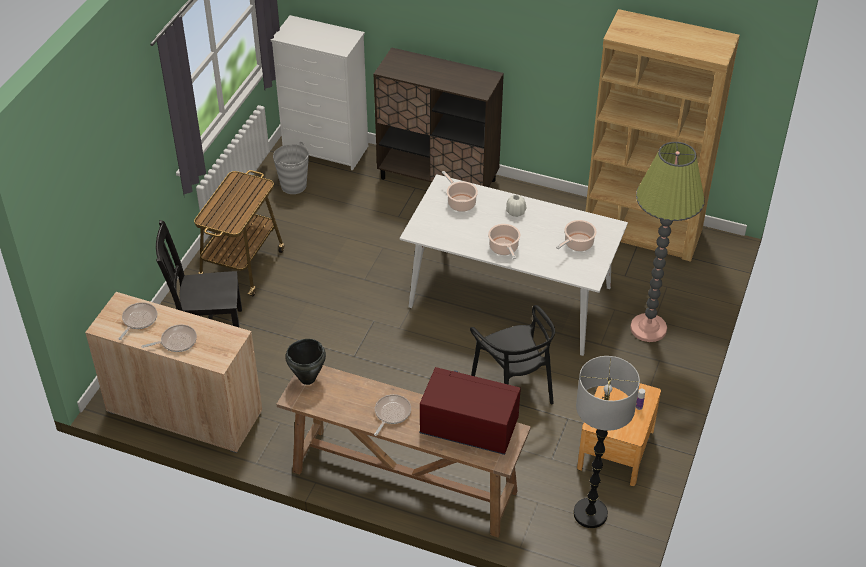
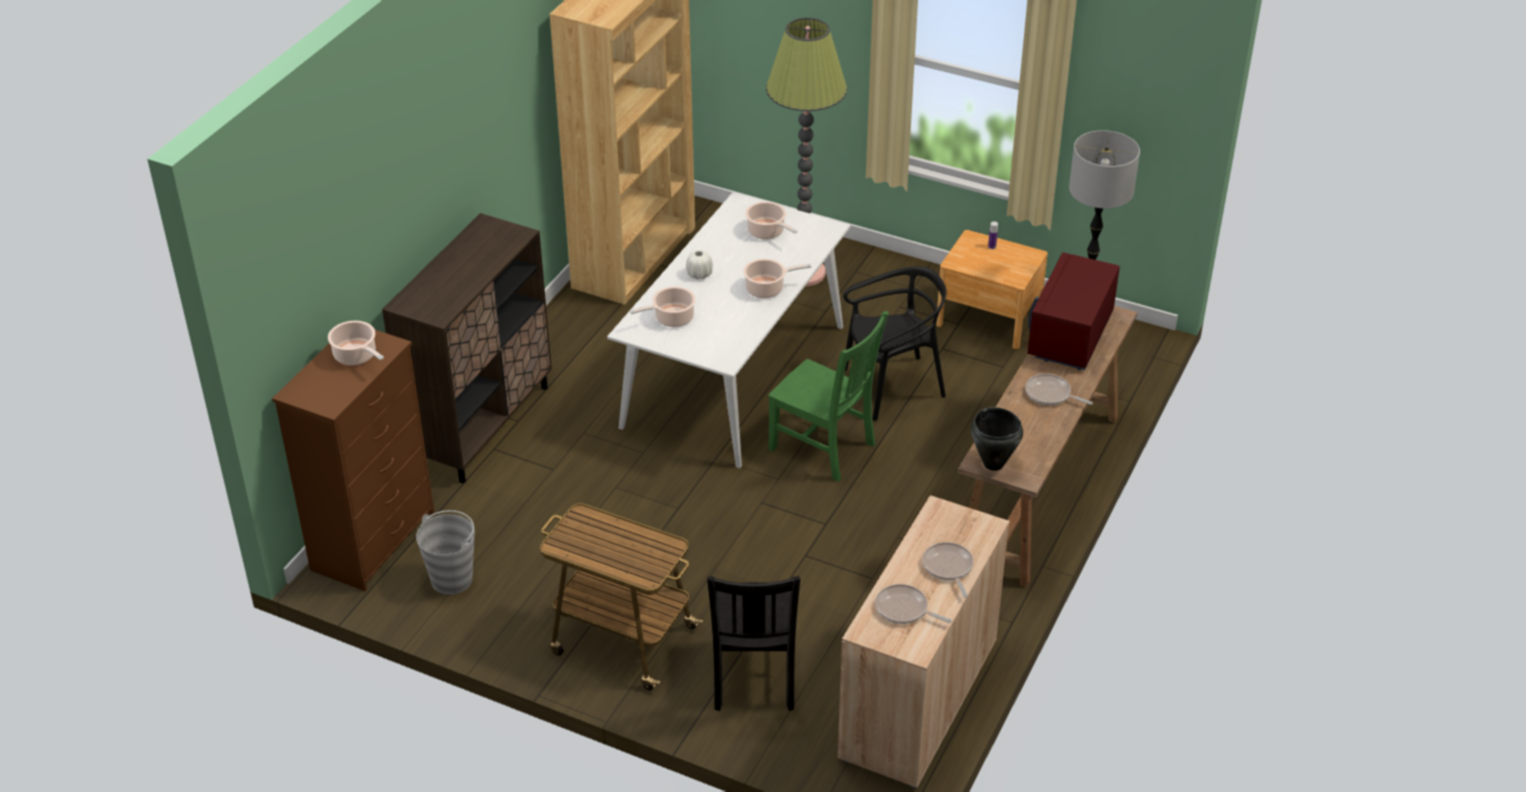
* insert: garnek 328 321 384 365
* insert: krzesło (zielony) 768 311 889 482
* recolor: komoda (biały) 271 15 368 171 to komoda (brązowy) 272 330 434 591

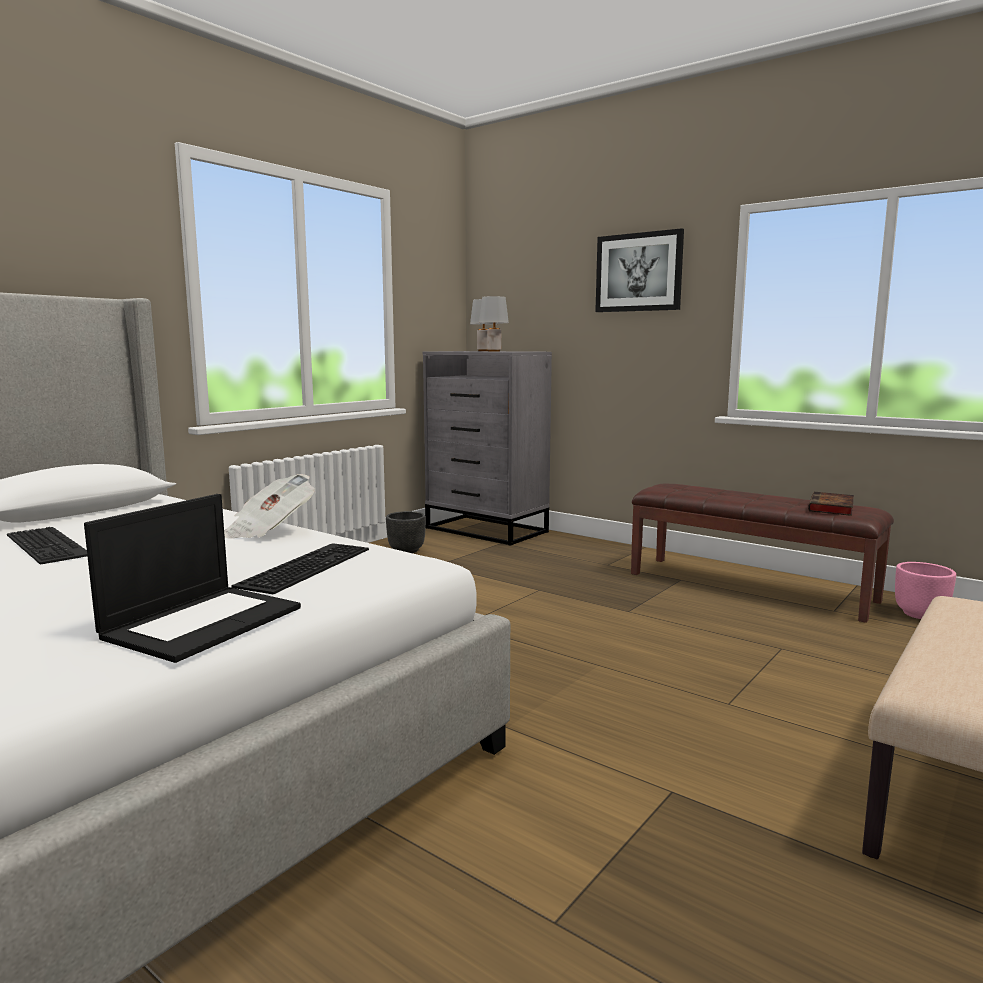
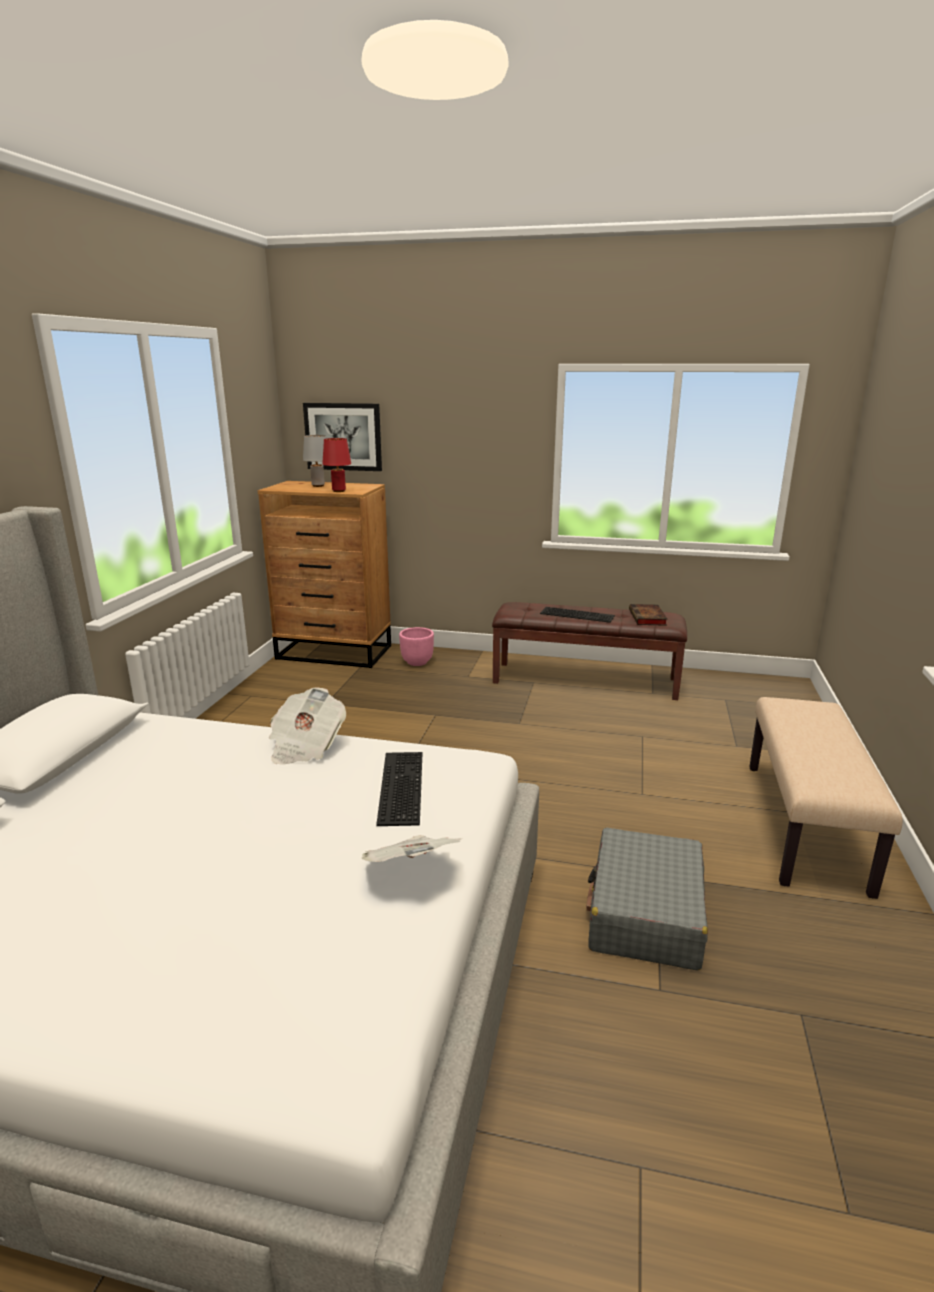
* delete: donica (czarny) 386 511 426 553
* insert: walizka (szary) 586 828 708 971
* move: klawiatura 7 527 87 565 to 540 607 615 623
* move: obraz 595 228 684 312 to 303 403 382 471
* move: donica (różowy) 895 562 956 619 to 399 627 434 666
* replace: laptop 84 494 301 663 to gazeta 361 835 460 862
* recolor: komoda (szary) 423 351 552 546 to komoda (brązowy) 258 481 391 668
* recolor: lampa stołowa (szary) 479 296 509 352 to lampa stołowa (czerwony) 322 438 351 492

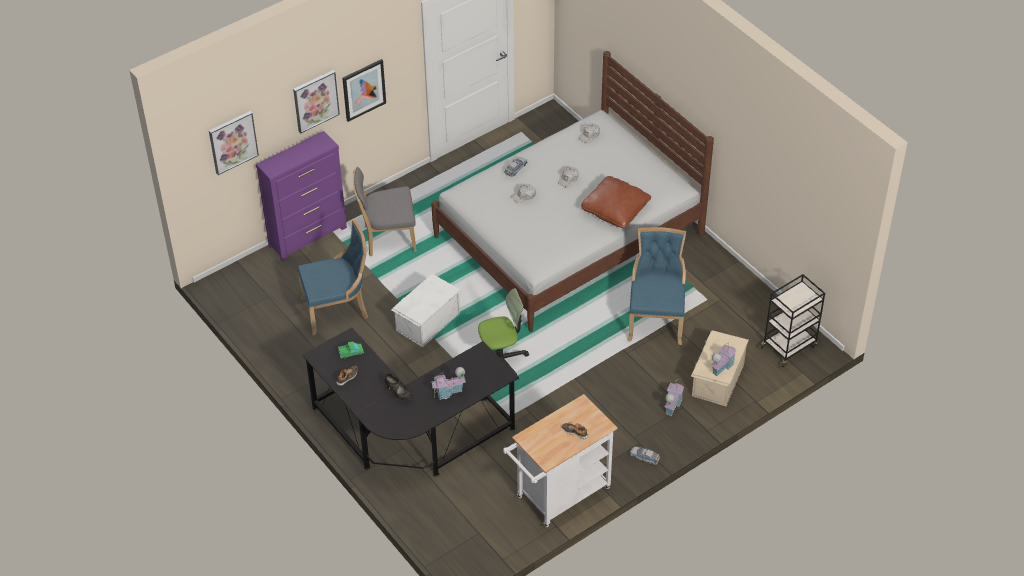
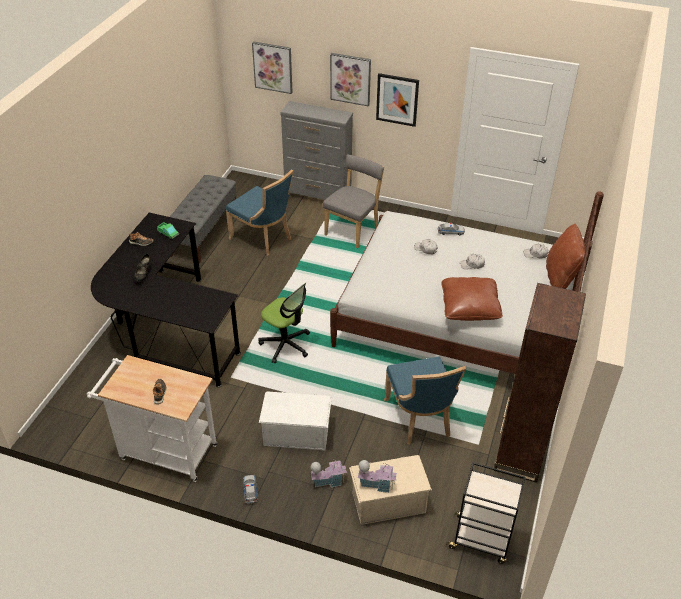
* delete: domek 431 367 466 400
* insert: ławka (szary) 170 175 236 264
* insert: regał (brązowy) 494 283 586 483
* insert: poduszka (brązowy) 546 224 585 289
* move: pojemnik do przechowywania (biały) 391 274 460 347 to 259 391 332 450
* recolor: komoda (fioletowy) 256 131 347 261 to komoda (szary) 280 101 353 200
* rotate: krzesło (szary) 353 167 417 257 = 323 154 384 248 75 degrees clockwise
* rotate: krzesło (niebieski) 628 227 686 345 = 384 356 466 445 105 degrees clockwise

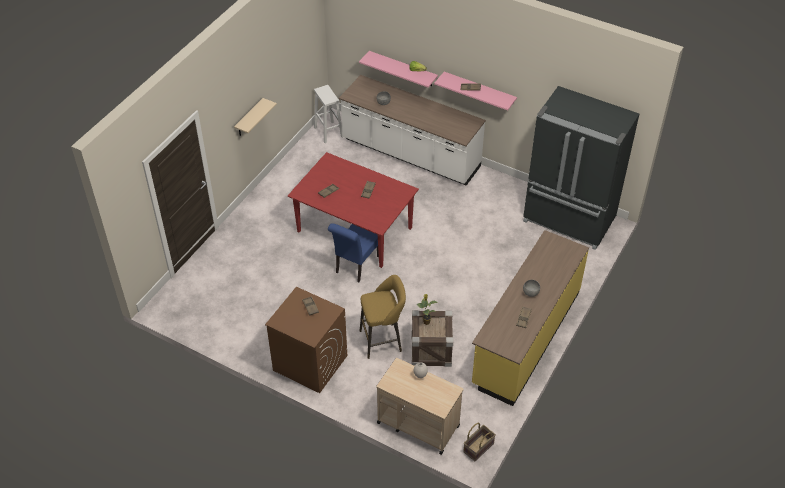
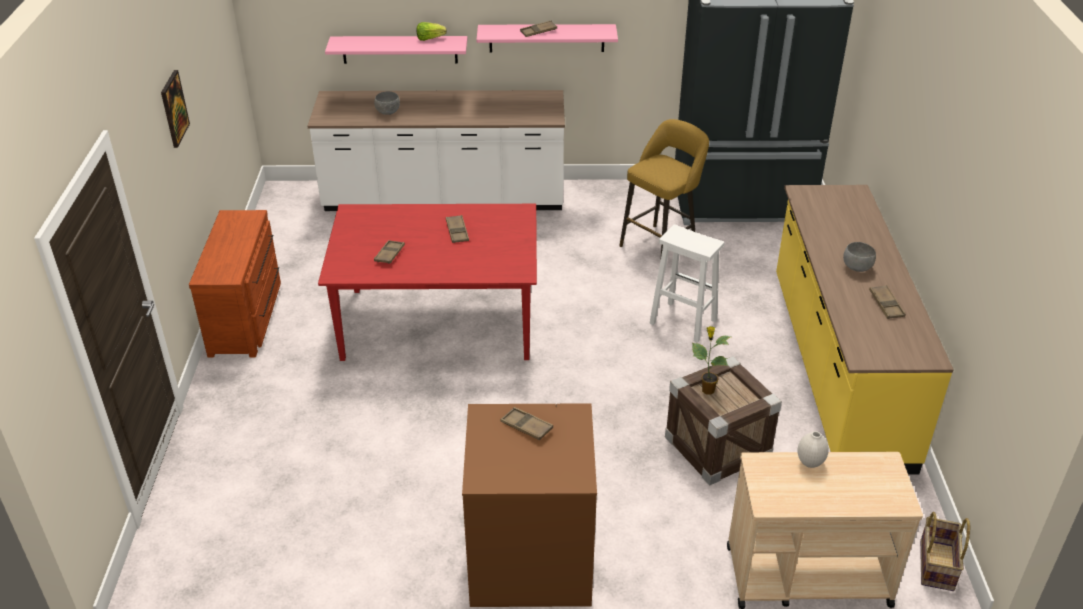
* delete: półka (beżowy) 234 98 277 136
* delete: krzesło (niebieski) 328 223 379 282
* insert: obraz 161 70 190 148
* insert: komoda (brązowy) 189 210 281 358
* move: stołek (biały) 314 85 343 143 to 649 225 725 343
* move: stołek (żółty) 359 275 406 359 to 619 119 709 261

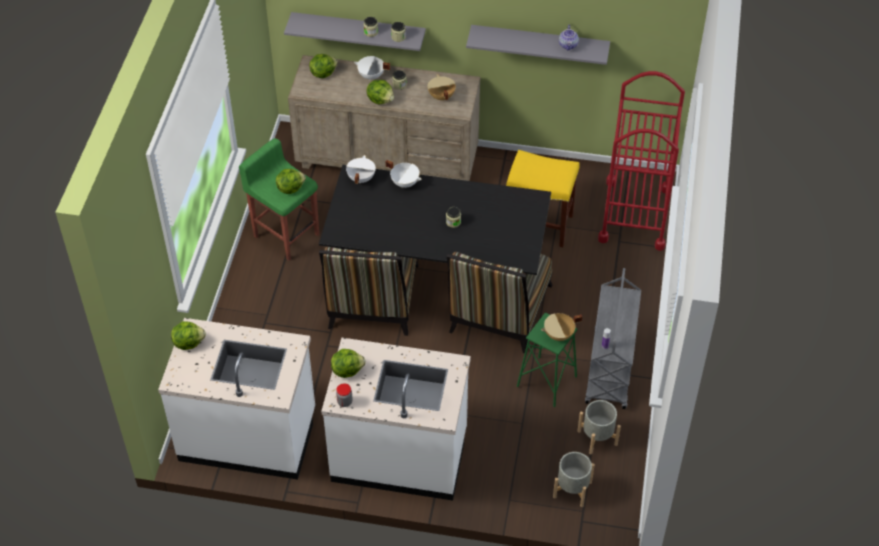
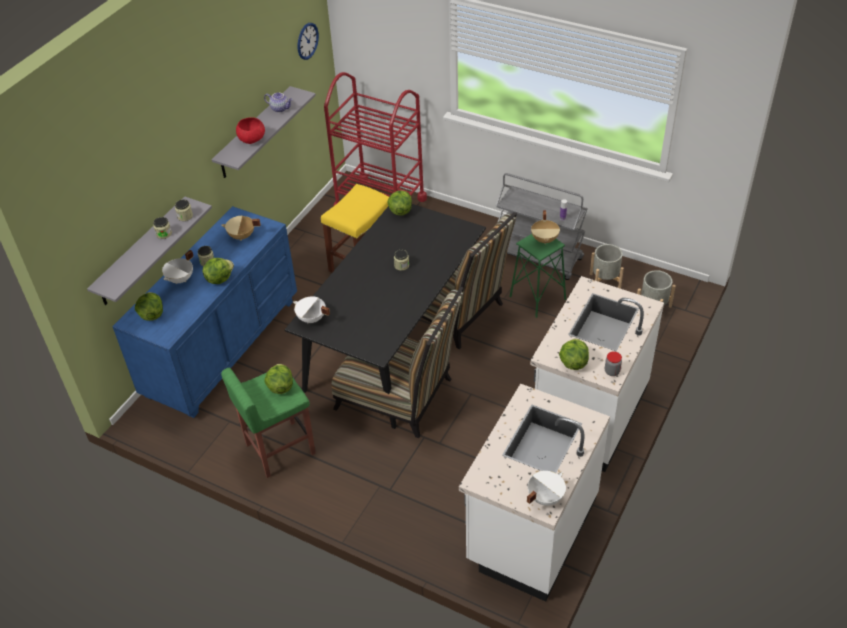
* insert: miska (czerwony) 236 117 265 144
* insert: zegar ścienny 297 23 319 60
* move: sałata 171 321 206 350 to 387 190 412 216
* move: garnek (biały) 386 160 421 188 to 527 471 566 506
* recolor: komoda (beżowy) 288 55 481 181 to komoda (niebieski) 112 206 297 418

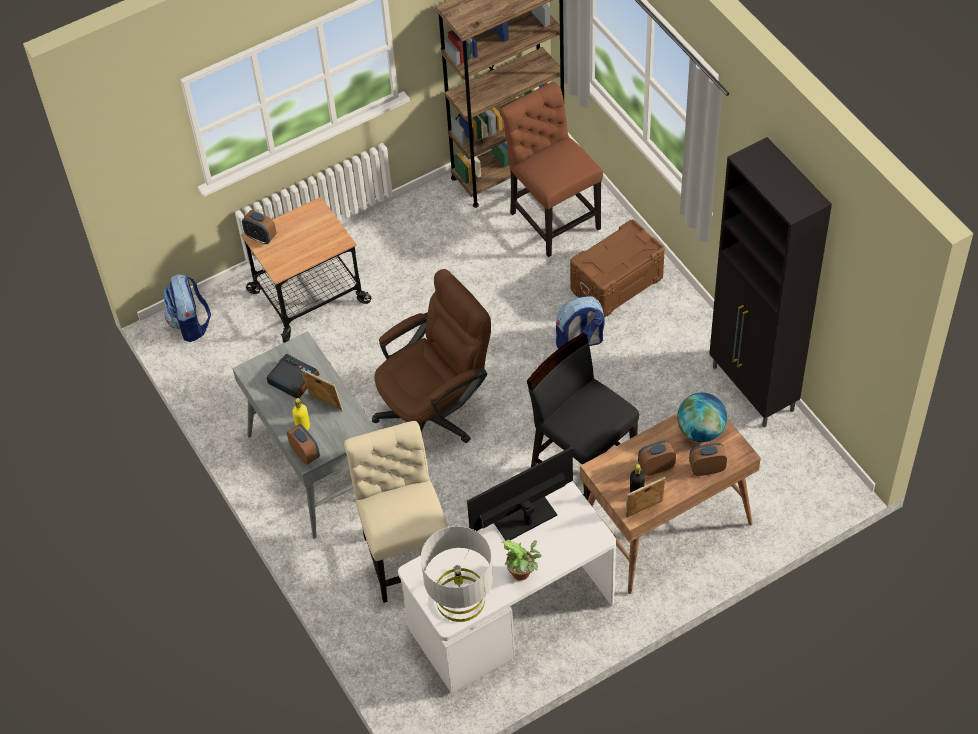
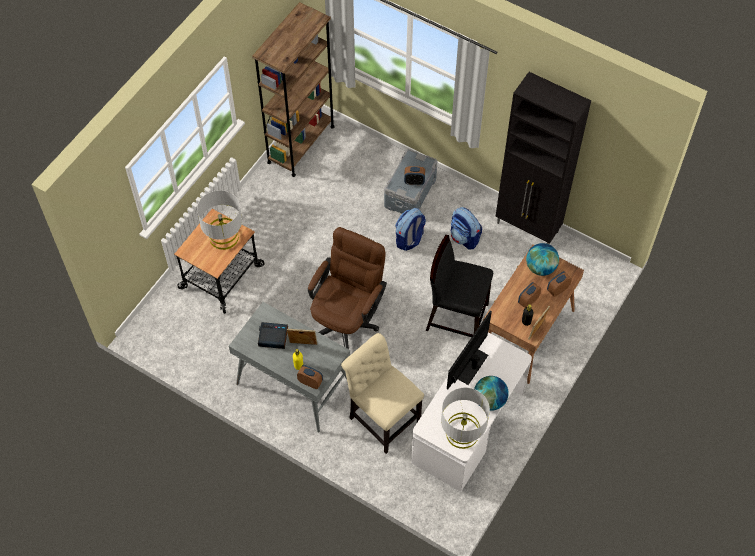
* delete: krzesło (brązowy) 499 82 603 257
* insert: lampa stołowa (szary) 197 190 242 250
* move: plecak 163 274 211 342 to 451 207 482 250
* move: budzik 242 210 276 244 to 404 166 425 185
* replace: roślina doniczkowa 502 540 542 581 to globus 474 376 509 411
* recolor: pojemnik do przechowywania (brązowy) 570 220 665 317 to pojemnik do przechowywania (szary) 384 149 437 213

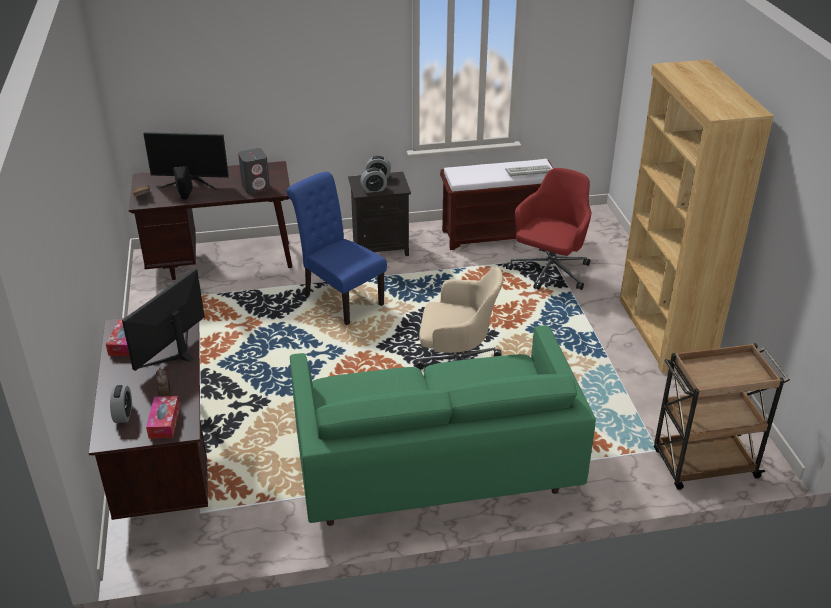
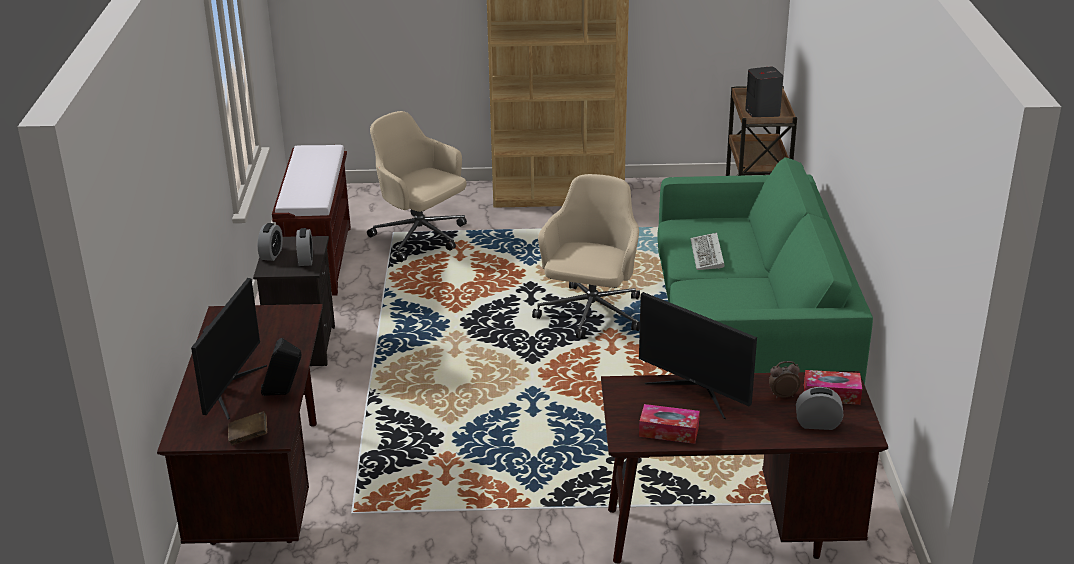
* delete: krzesło (niebieski) 287 172 387 325
* move: głośnik (szary) 238 148 270 194 to 745 66 783 117
* move: klawiatura 505 165 552 177 to 690 233 724 270
* recolor: krzesło biurowe (czerwony) 506 168 591 290 to krzesło biurowe (beżowy) 367 111 467 262

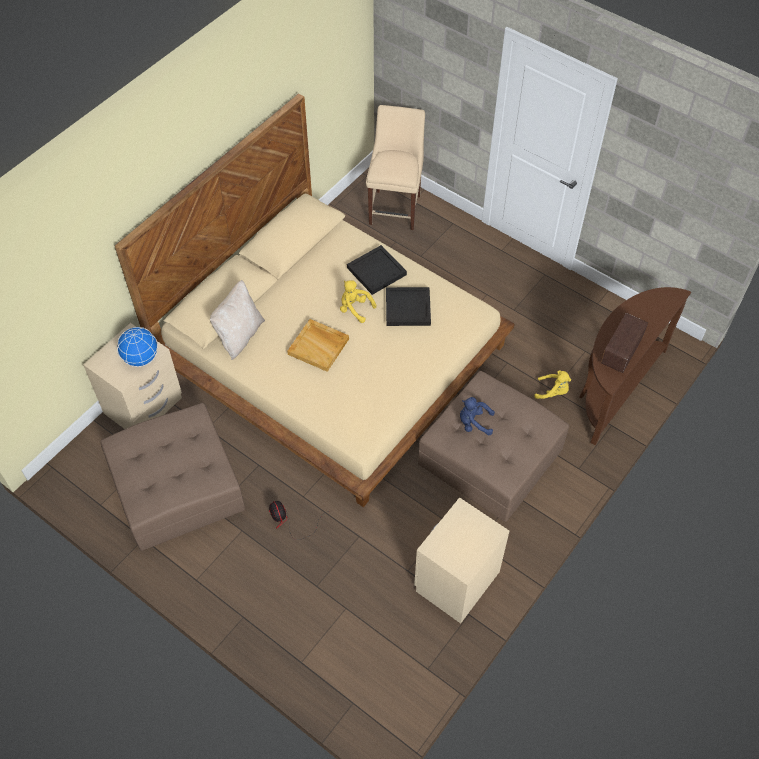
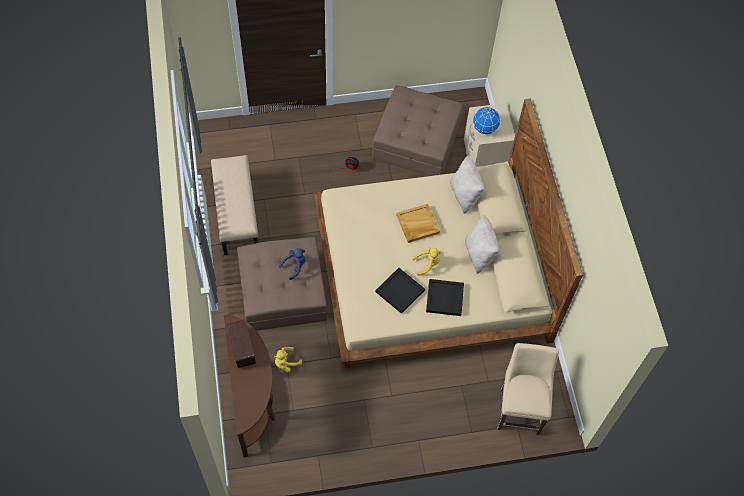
* insert: poduszka (beżowy) 465 215 499 274
* replace: szafka nocna (beżowy) 414 497 509 624 to ławka (beżowy) 211 155 258 255
* rotate: krzesło (beżowy) 366 105 425 230 = 497 343 559 435 135 degrees counterclockwise

